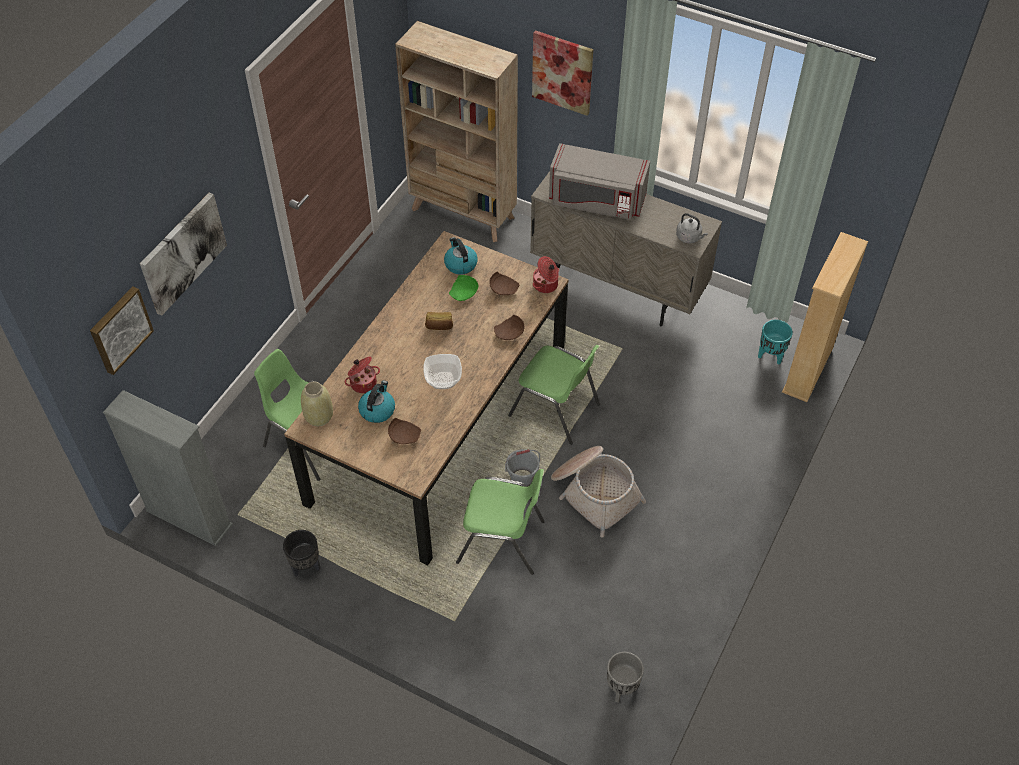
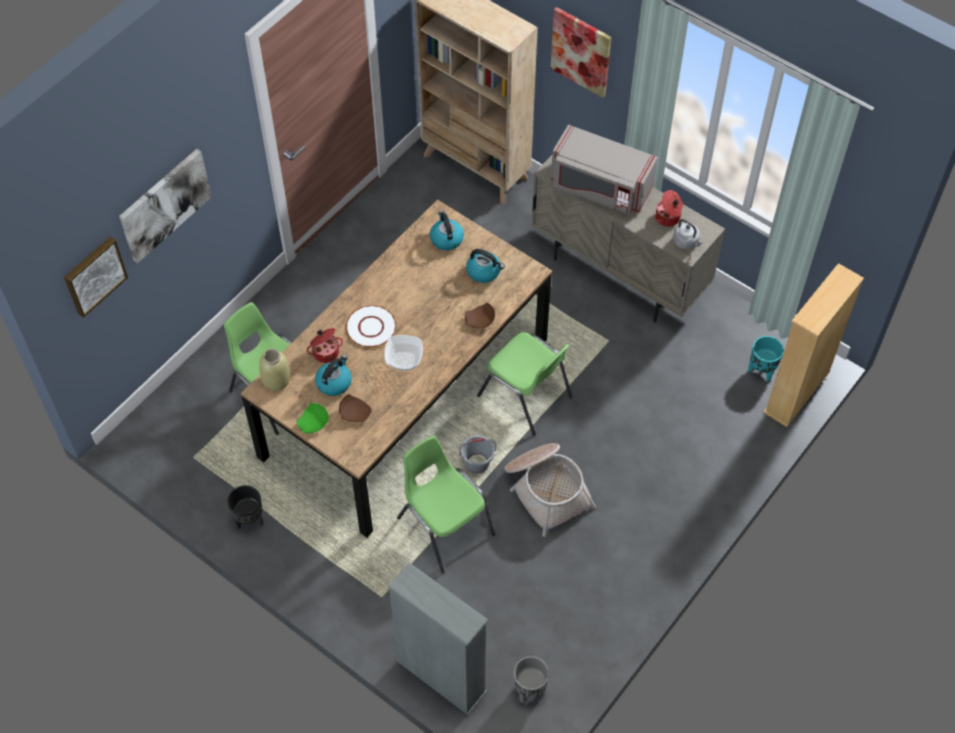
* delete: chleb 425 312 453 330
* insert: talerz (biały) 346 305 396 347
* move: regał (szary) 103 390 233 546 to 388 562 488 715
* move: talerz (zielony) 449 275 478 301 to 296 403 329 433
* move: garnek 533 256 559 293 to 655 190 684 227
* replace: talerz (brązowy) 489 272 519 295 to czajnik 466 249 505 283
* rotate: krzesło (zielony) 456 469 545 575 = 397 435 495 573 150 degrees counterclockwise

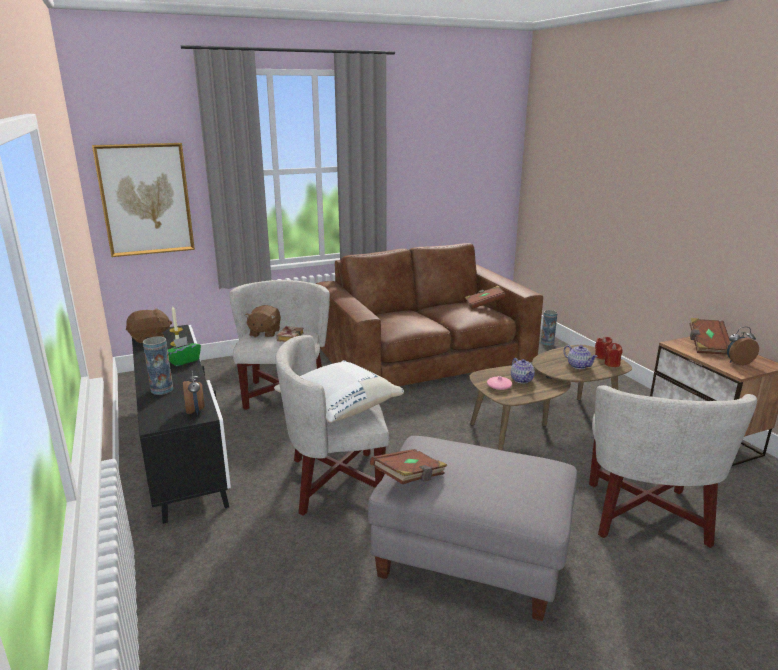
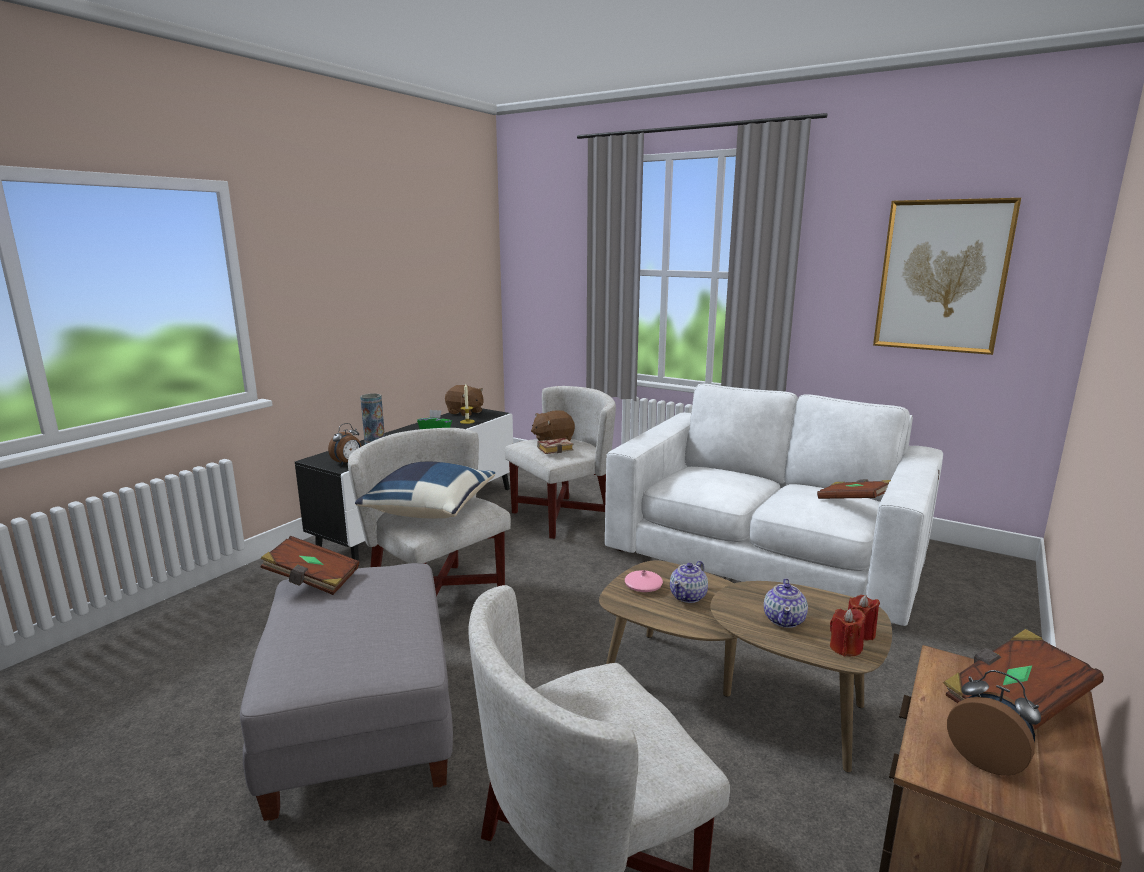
* delete: wazon 541 310 558 346
* move: obraz 92 143 195 257 to 873 198 1021 355
* recolor: poduszka (biały) 274 360 404 423 to poduszka (niebieski) 355 462 495 518
* recolor: kanapa (brązowy) 316 243 543 386 to kanapa (biały) 605 384 943 626

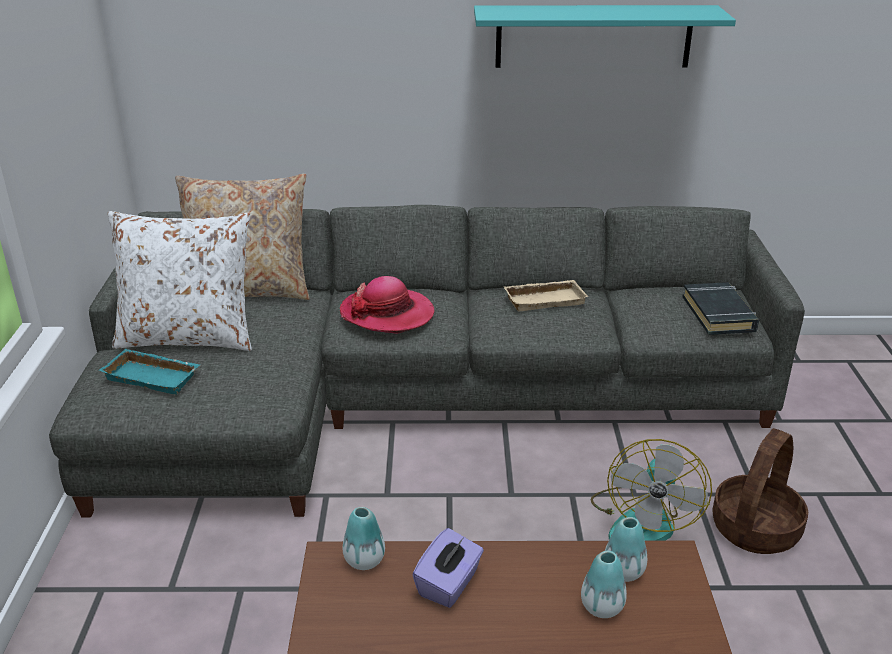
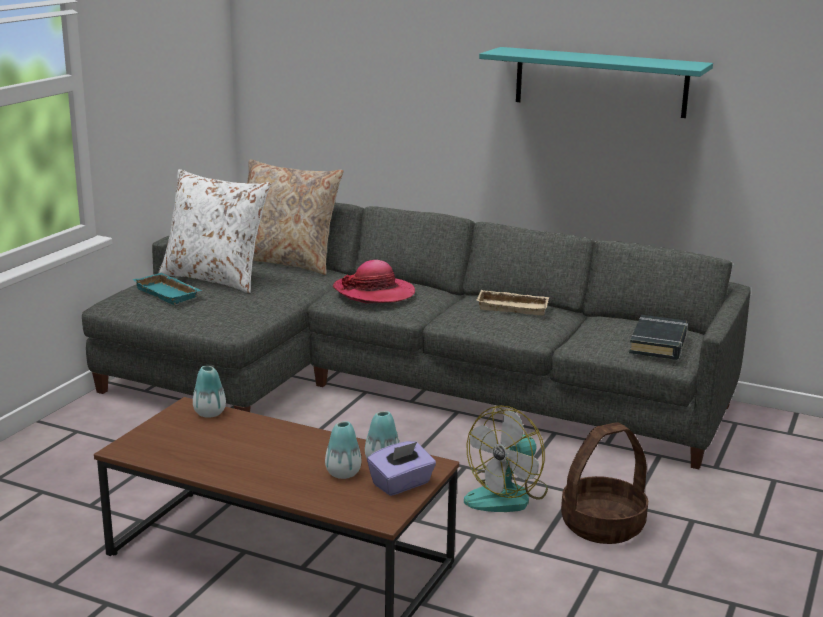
* move: pudełko chusteczek (fioletowy) 412 528 484 608 to 367 441 436 496

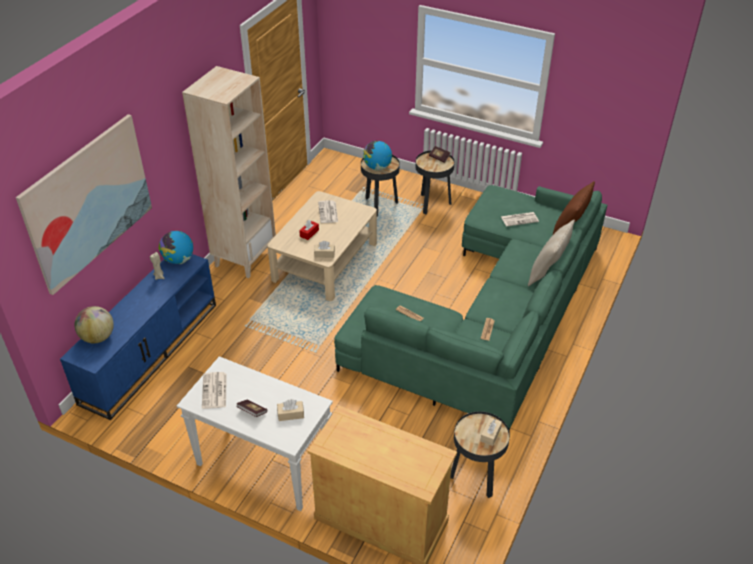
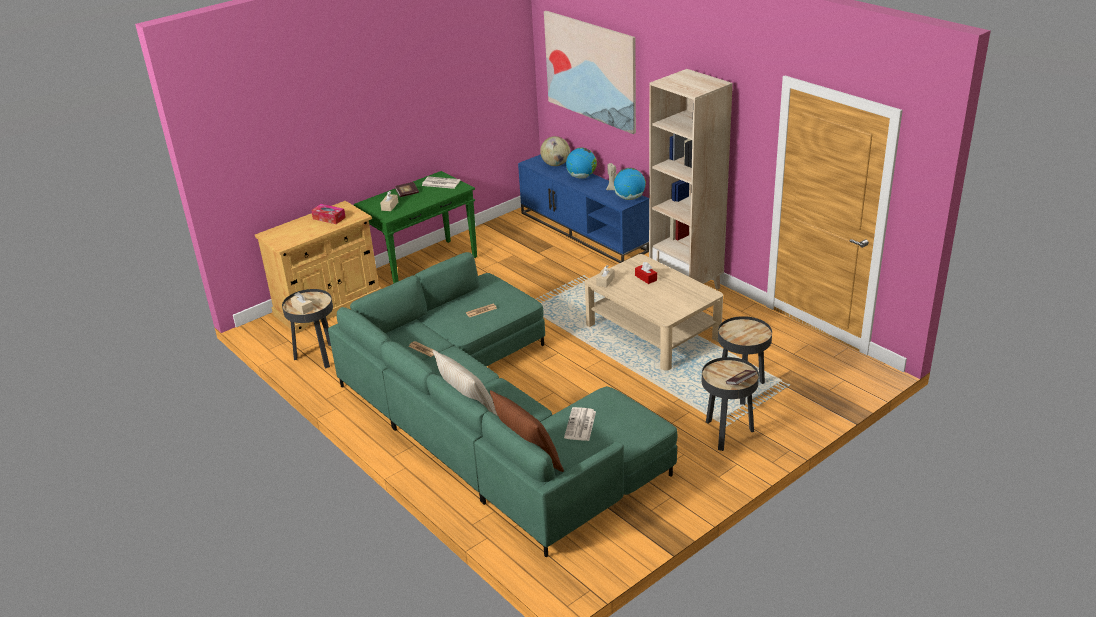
* delete: gazeta 318 200 338 223
* insert: pudełko chusteczek 311 204 346 224
* move: globus 363 141 392 171 to 566 148 597 179
* recolor: stolik konsolowy (biały) 177 356 333 511 to stolik konsolowy (zielony) 354 171 477 284

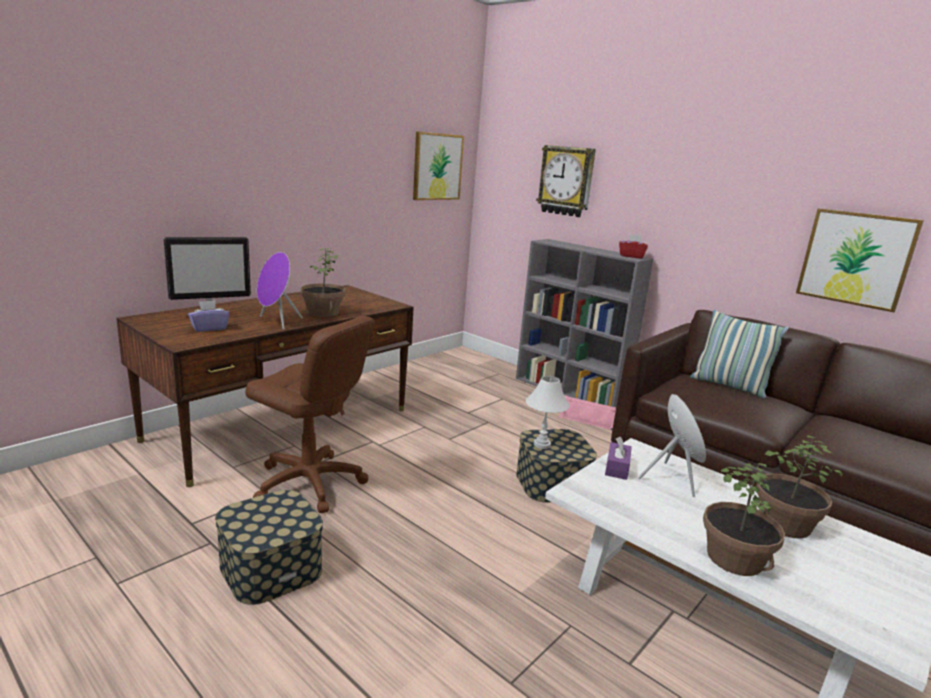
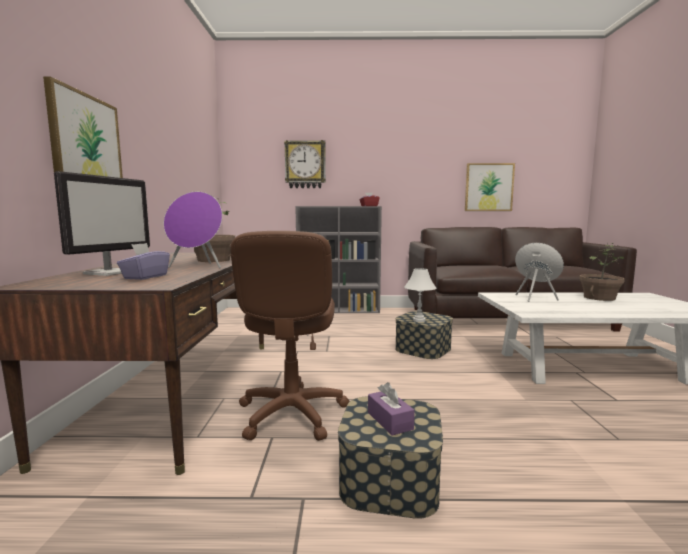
* delete: głośnik (różowy) 559 395 616 430
* delete: poduszka 690 310 789 398
* delete: roślina doniczkowa 703 463 785 576
* move: obraz 413 131 464 200 to 43 76 123 178
* move: pudełko chusteczek (fioletowy) 605 436 632 480 to 368 382 415 436
* rotate: krzesło biurowe (brązowy) 245 316 375 513 = 230 231 350 441 105 degrees clockwise

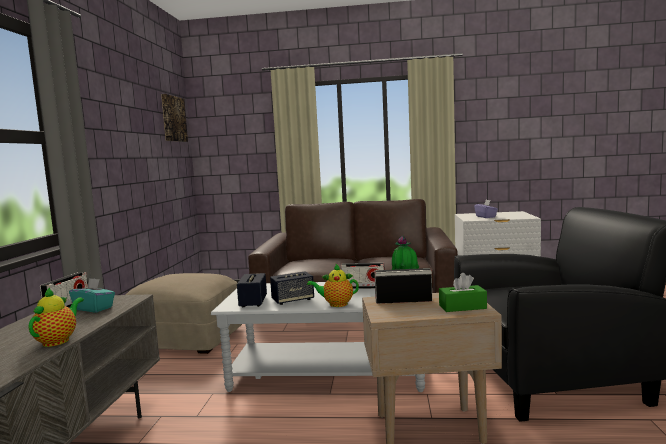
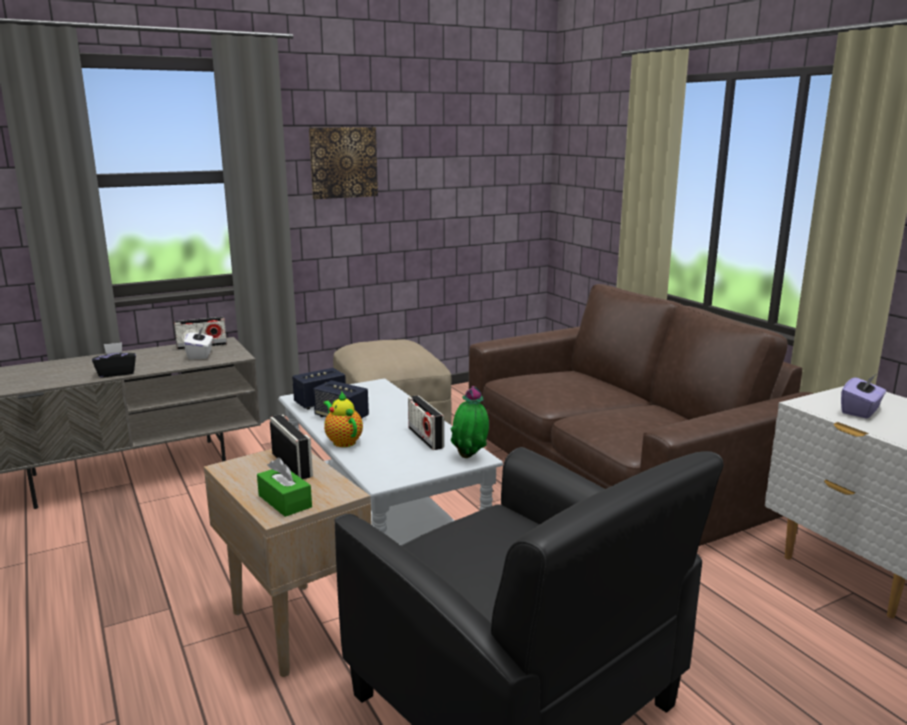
* move: obraz 161 94 188 142 to 309 127 378 199
* replace: imbryk 29 287 84 347 to pudełko chusteczek (czarny) 92 342 136 378
* recolor: pudełko chusteczek (turkusowy) 69 278 115 312 to pudełko chusteczek (biały) 184 327 213 360

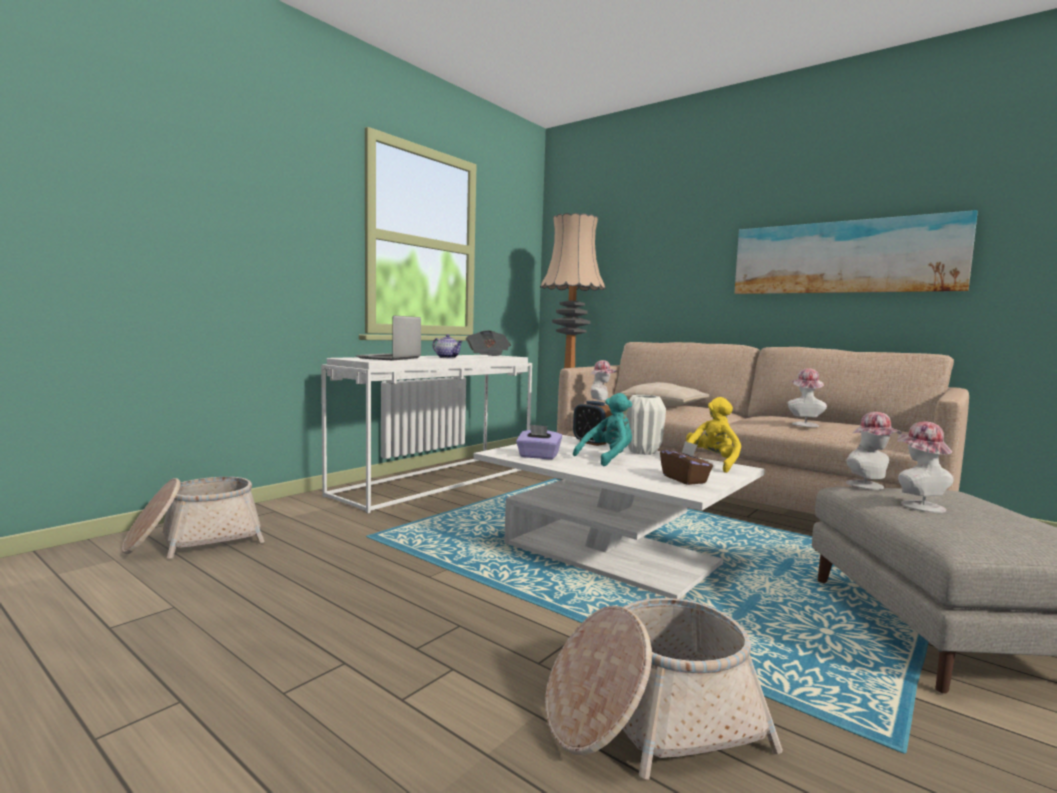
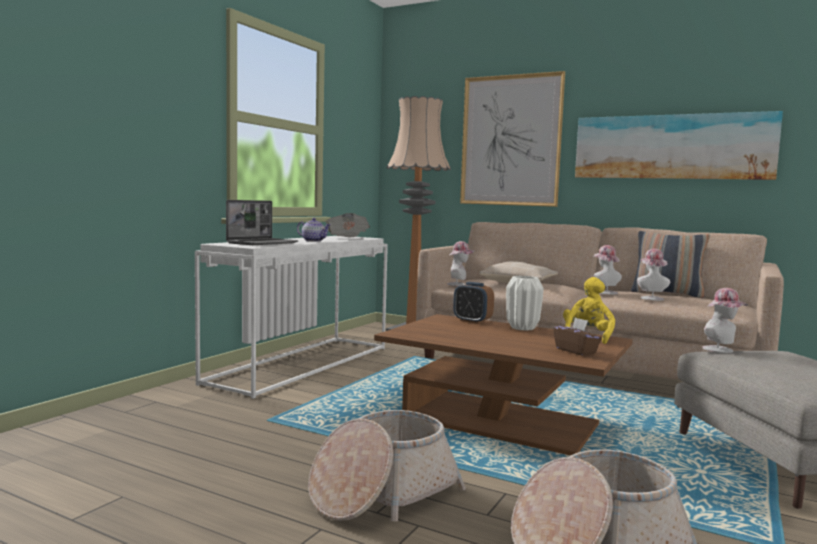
* delete: pudełko chusteczek (fioletowy) 516 424 562 459
* delete: pluszak (turkusowy) 573 393 632 466
* insert: obraz 460 71 565 207
* insert: poduszka 631 231 710 298
* move: koszyk 122 477 265 559 to 308 410 466 521
* move: kapelusz 897 421 954 513 to 593 245 622 295
* recolor: ława (biały) 474 435 765 599 to ława (brązowy) 374 314 633 455
* rotate: laptop 356 316 421 360 = 226 200 299 245 150 degrees counterclockwise

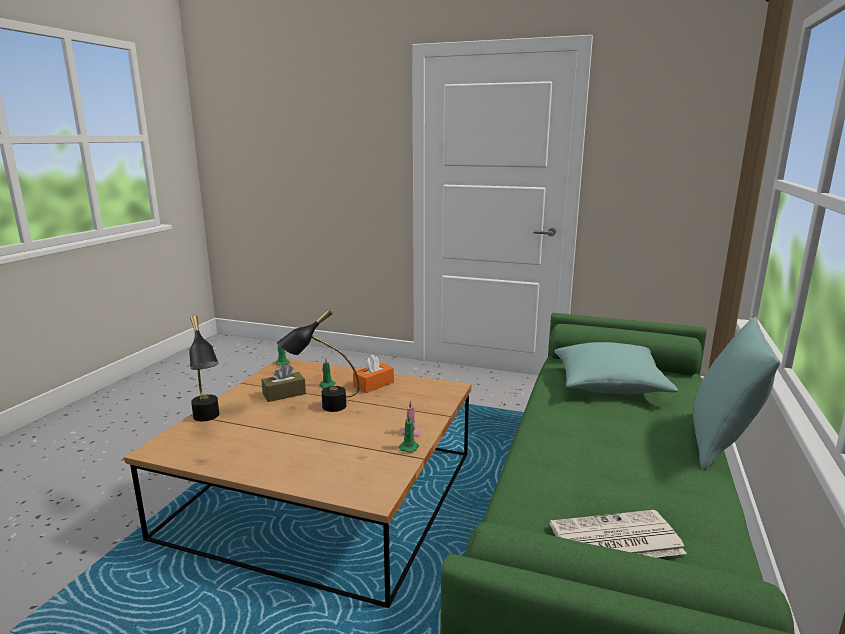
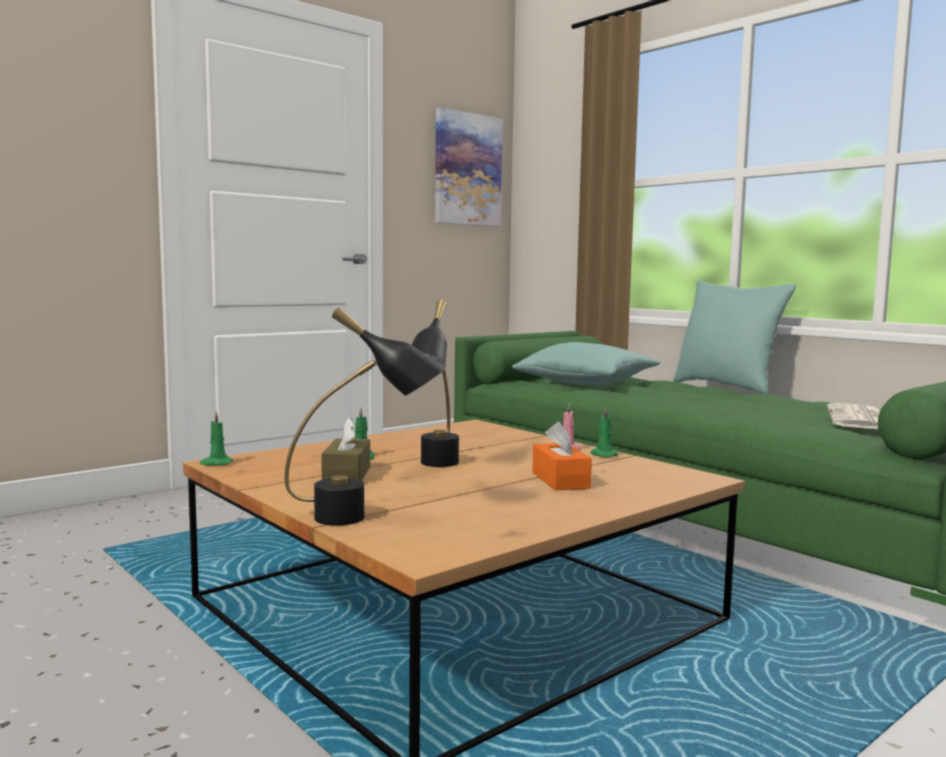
* insert: obraz 435 107 503 227
* move: pudełko chusteczek (pomarańczowy) 353 355 394 393 to 532 422 592 490

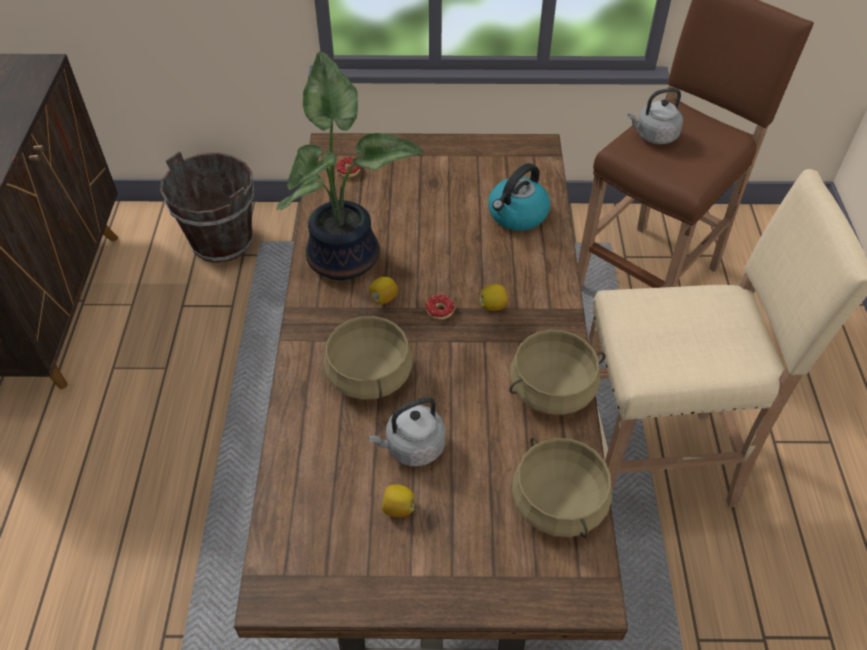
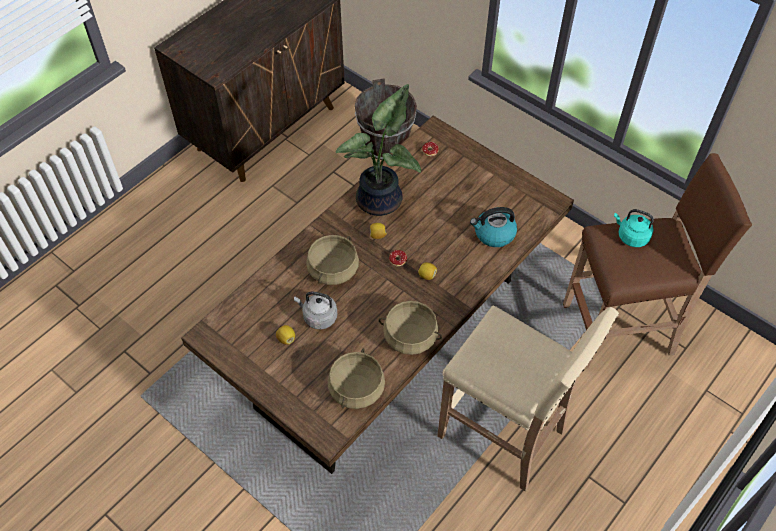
* recolor: czajnik (szary) 628 88 683 144 to czajnik (turkusowy) 614 209 654 247

